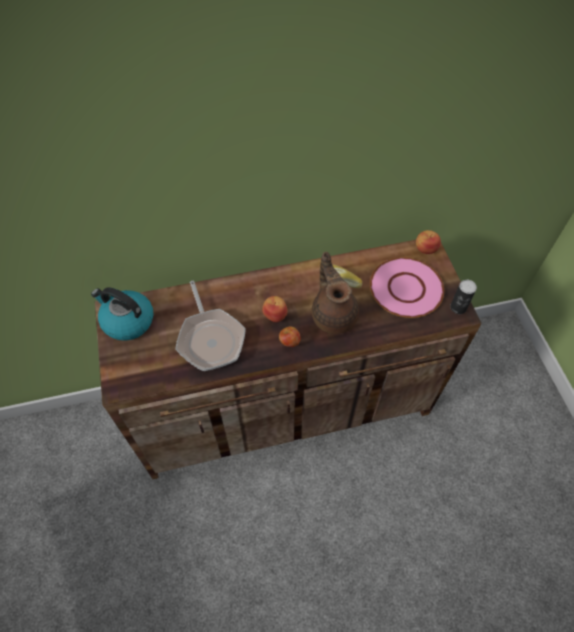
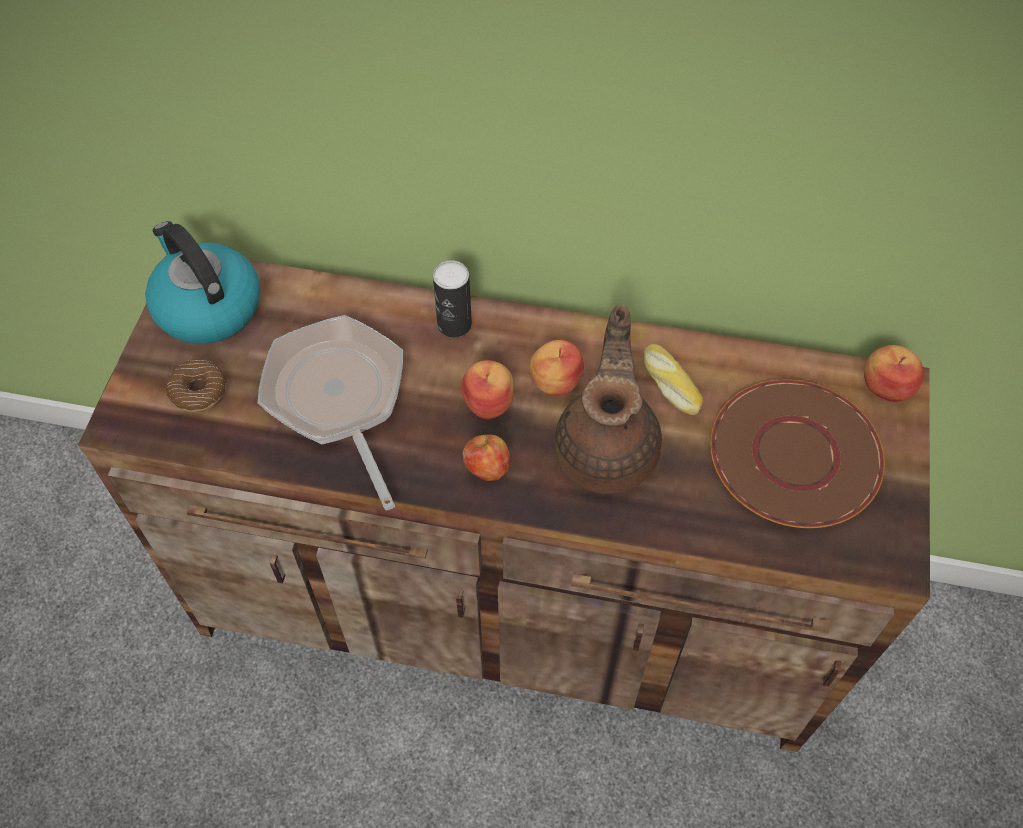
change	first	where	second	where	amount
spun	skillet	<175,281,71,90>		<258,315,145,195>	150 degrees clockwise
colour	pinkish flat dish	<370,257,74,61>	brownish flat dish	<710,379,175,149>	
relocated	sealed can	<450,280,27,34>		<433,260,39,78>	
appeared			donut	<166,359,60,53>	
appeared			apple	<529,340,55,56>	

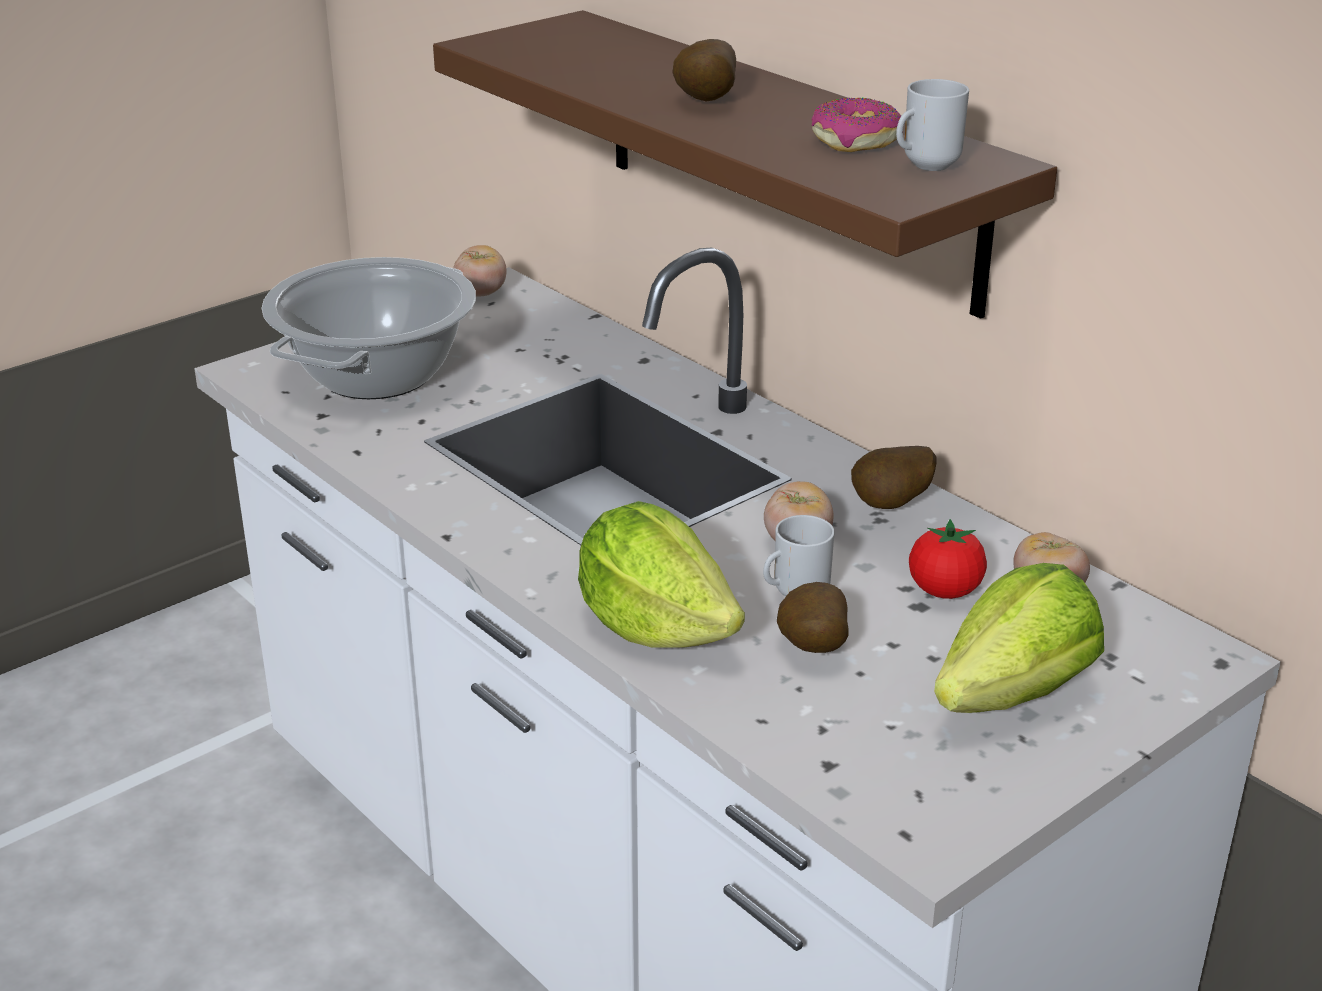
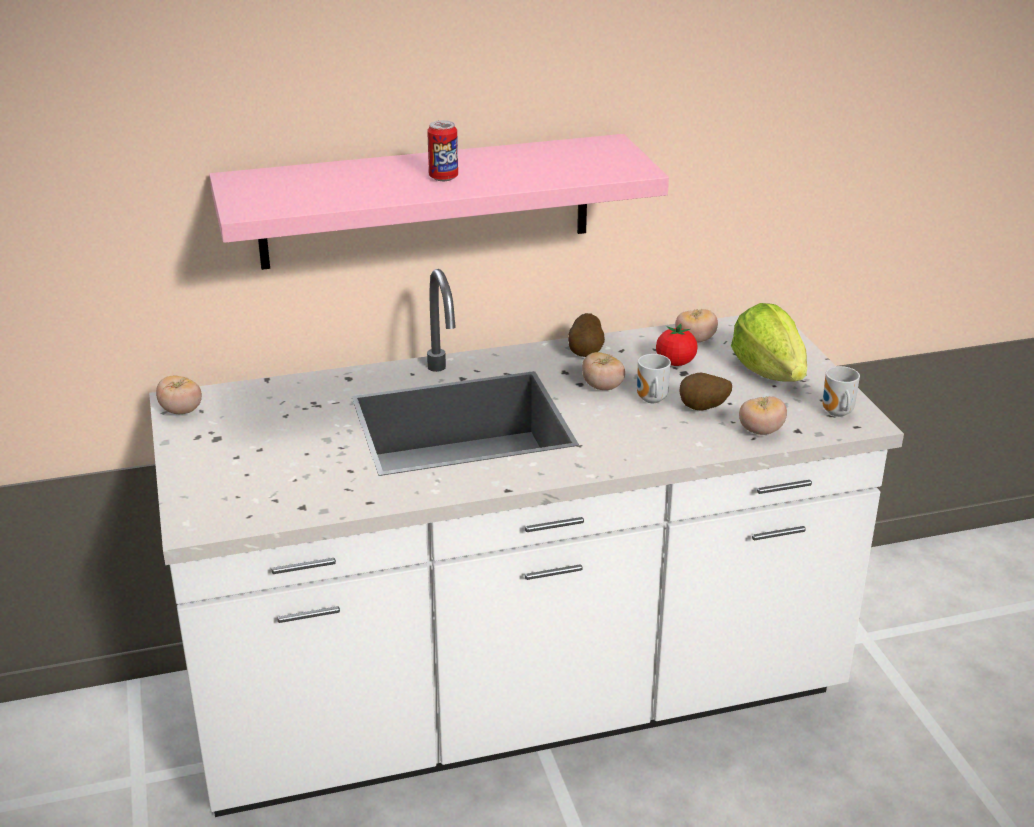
change	first	where	second	where	amount
missing	cooking pot	<262,257,214,142>			
colour	brownish wall shelf	<433,10,624,309>	pinkish wall shelf	<209,134,460,136>	
missing	lettuce head	<578,501,167,147>			
exchanged	potato	<672,39,64,63>	sealed can	<427,120,31,61>	
missing	donut	<812,98,89,54>			
relocated	coffee mug	<896,79,73,92>		<822,366,38,51>	
appeared			whole tomato	<739,396,48,39>	

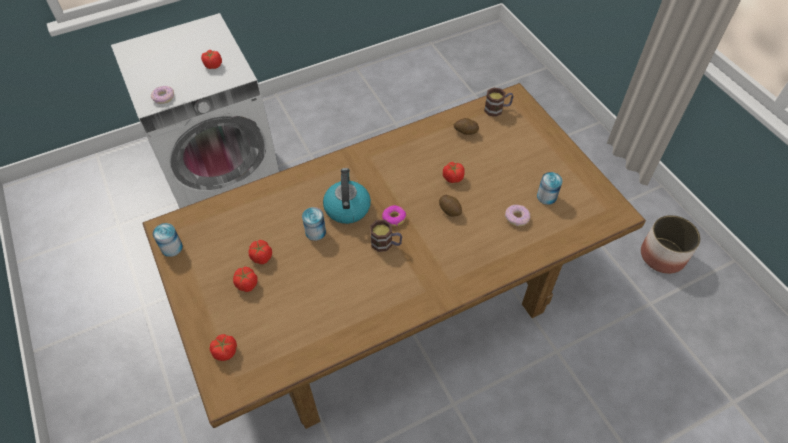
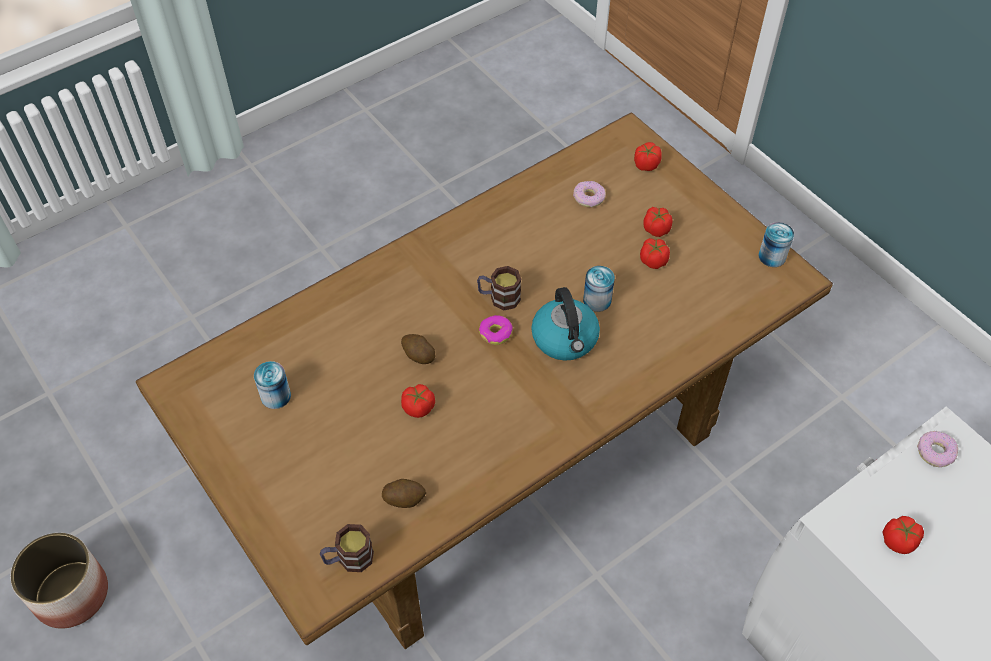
change	first	where	second	where	amount
relocated	donut	<505,205,26,21>		<573,181,33,26>	

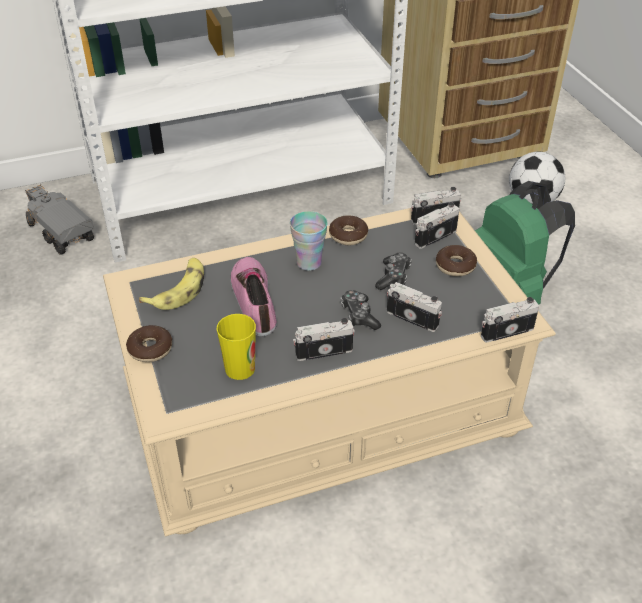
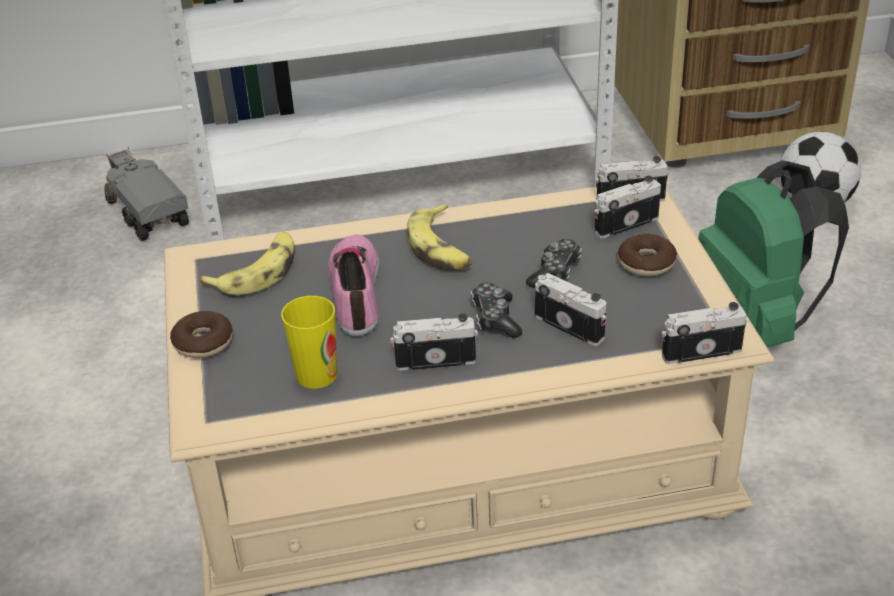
change	first	where	second	where	amount
exchanged	cup	<290,211,38,60>	banana	<407,204,65,66>	
missing	donut	<329,215,39,30>			

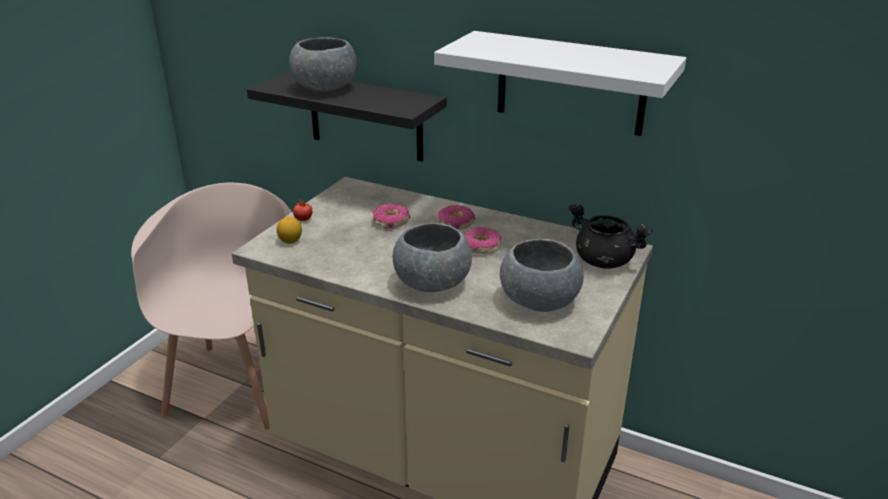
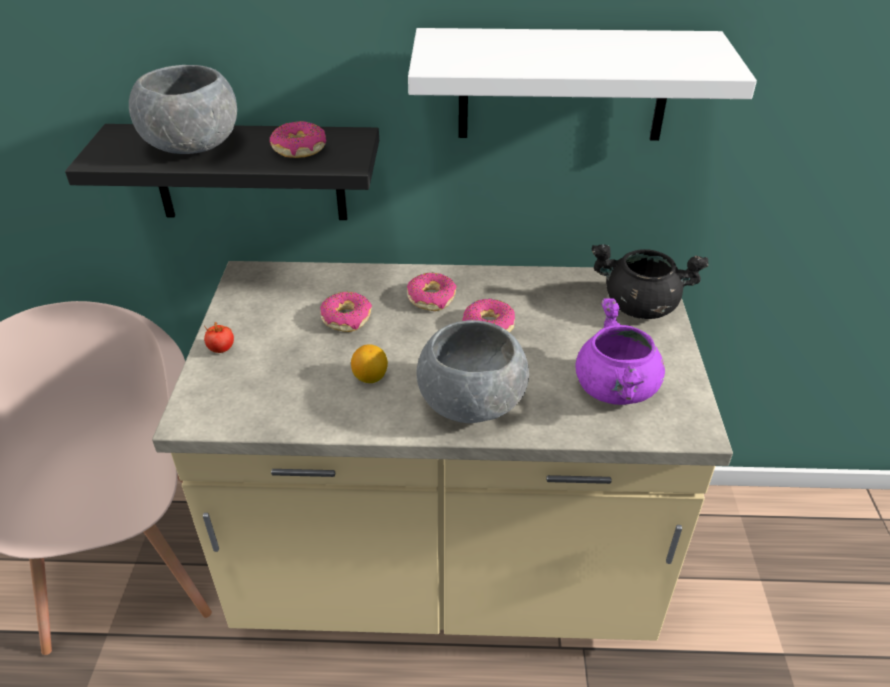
change	first	where	second	where	amount
relocated	lemon	<277,217,25,27>		<351,345,37,38>	
exchanged	greyish deep dish	<500,239,84,73>	purple-coloured cooking pot	<575,298,90,107>	
appeared			donut	<270,121,56,37>	

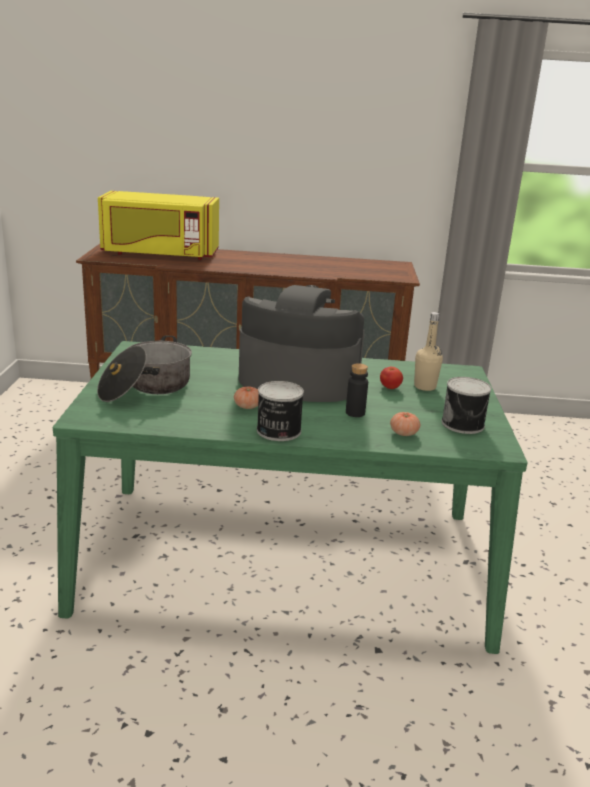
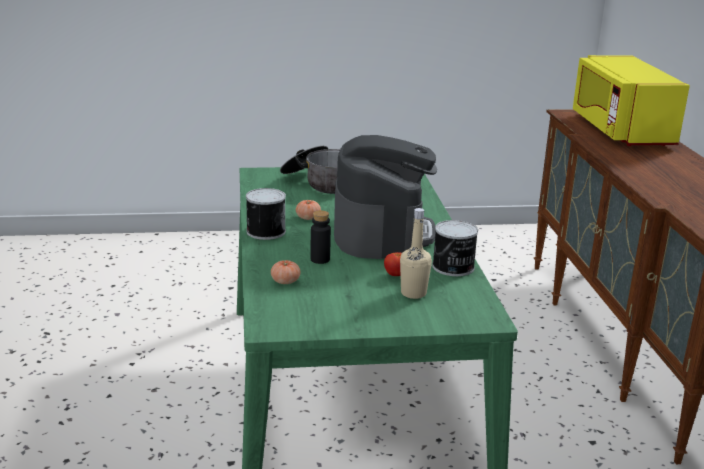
change	first	where	second	where	amount
relocated	sealed can	<441,377,50,57>		<432,220,46,56>	

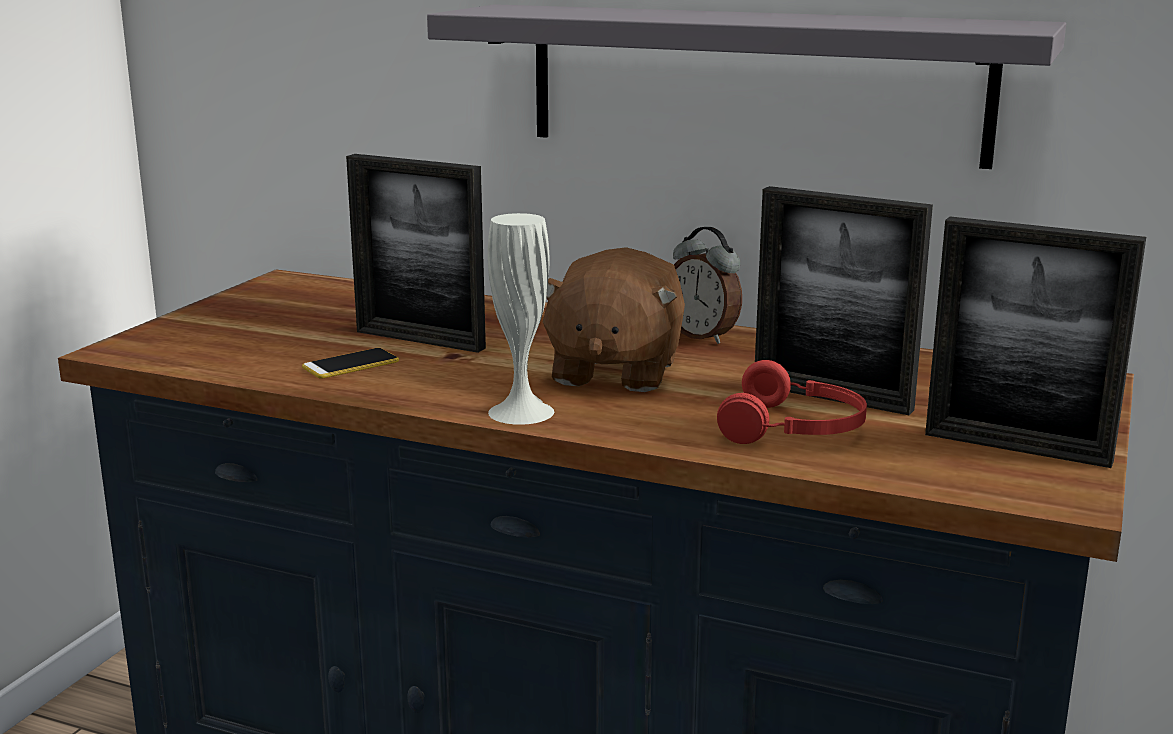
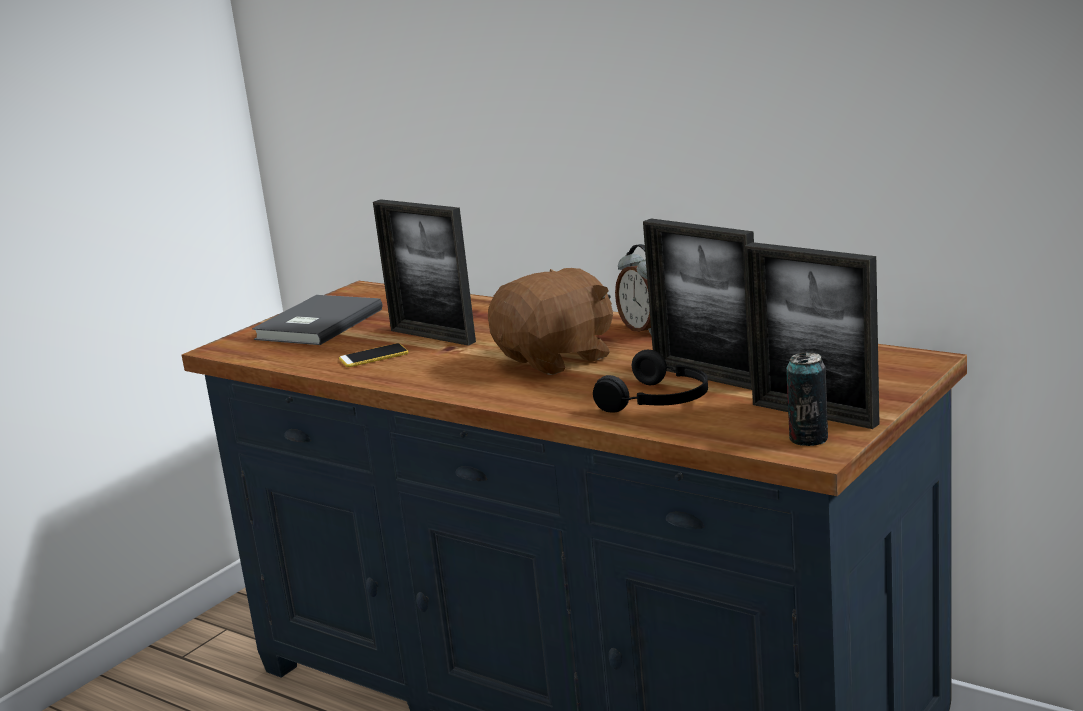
change	first	where	second	where	amount
missing	greyish wall shelf	<427,4,639,165>			
missing	whitish vase	<488,213,66,212>			
spun	brownish cuddly toy	<543,247,142,145>		<488,268,125,107>	150 degrees counterclockwise
colour	reddish headphones	<717,360,150,84>	black headphones	<593,350,115,63>	
appeared			greyish book	<252,295,130,50>	
appeared			sealed can	<786,352,42,94>	

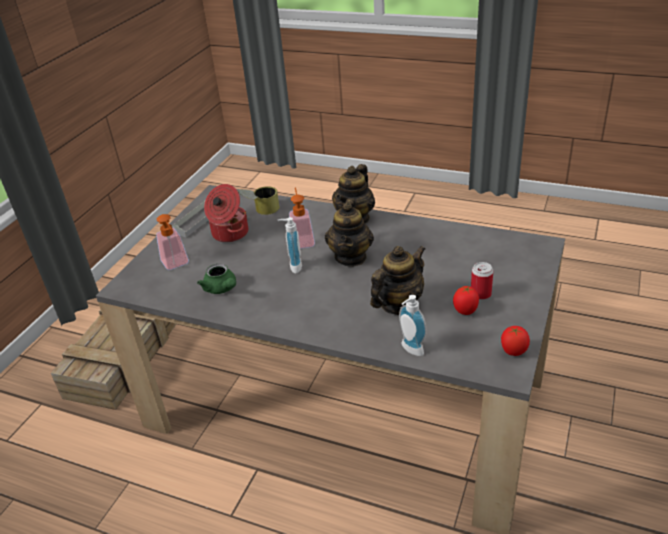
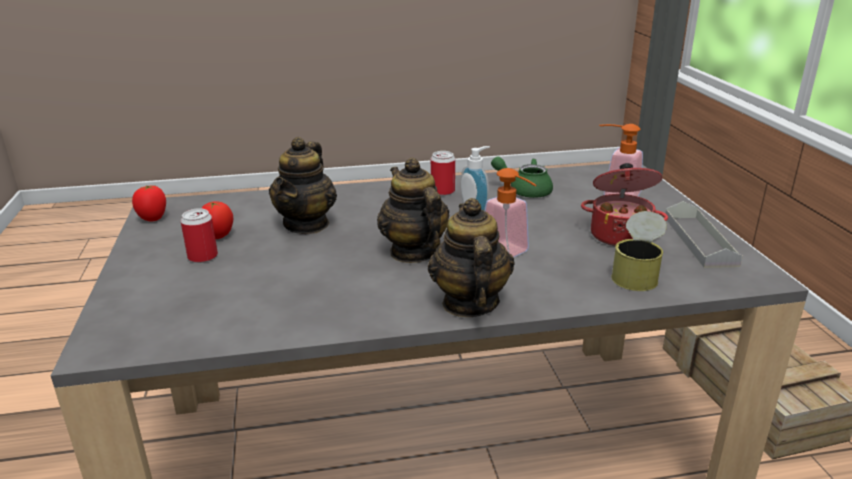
change	first	where	second	where	amount
missing	liquid soap bottle	<399,295,28,61>			
appeared			sealed can	<431,151,24,45>	

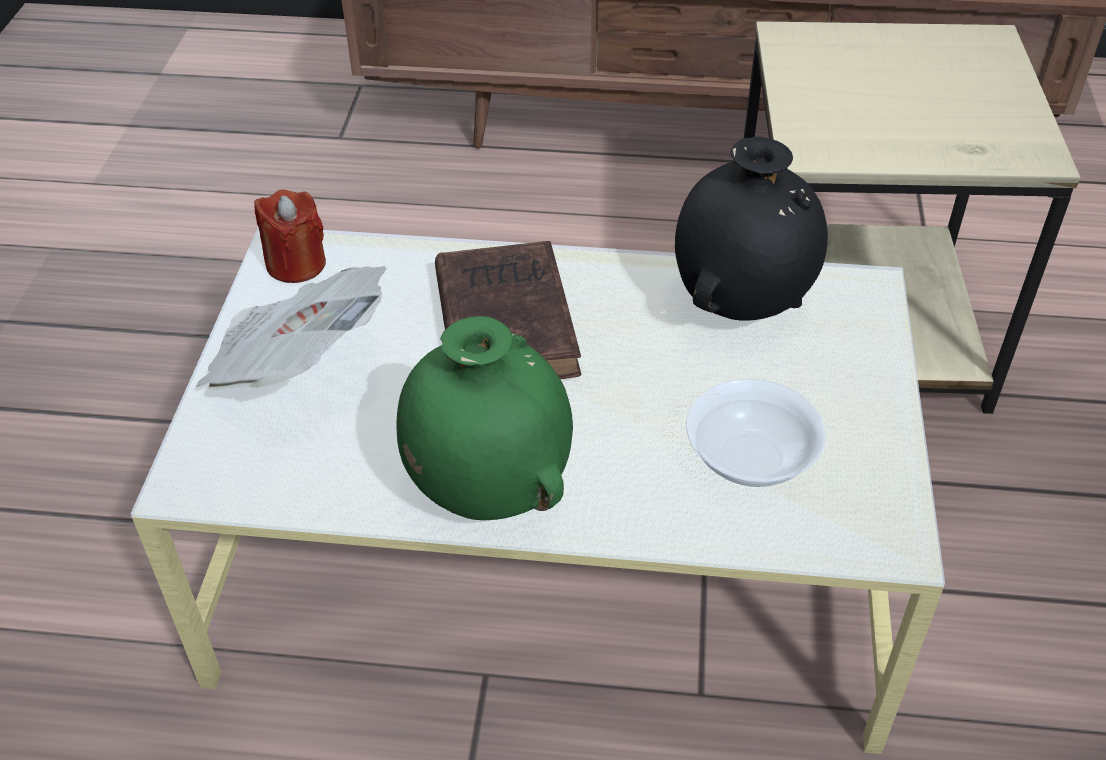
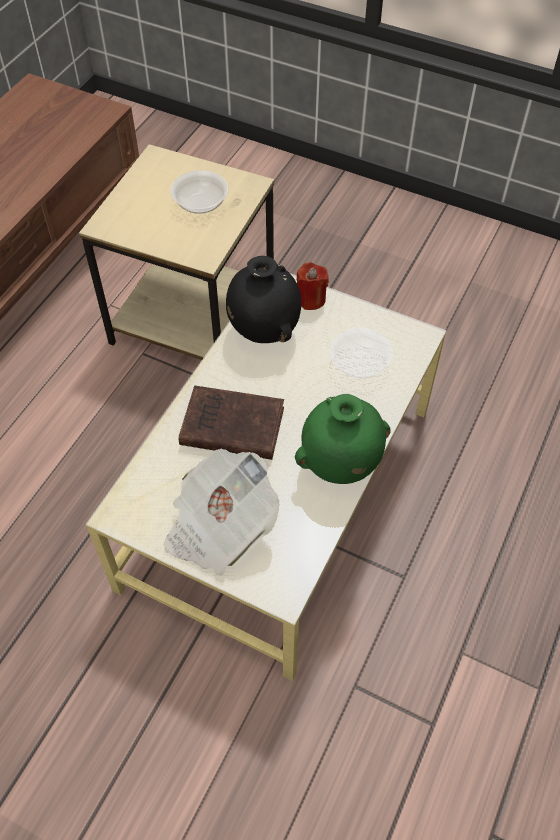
change	first	where	second	where	amount
relocated	reddish wax light	<254,189,72,94>		<296,262,33,48>	
appeared			deep dish	<170,170,58,44>	

